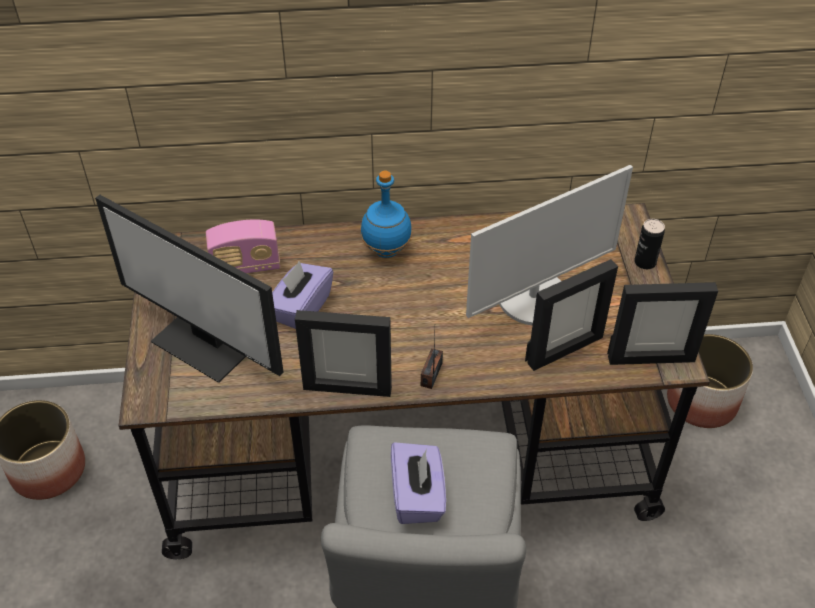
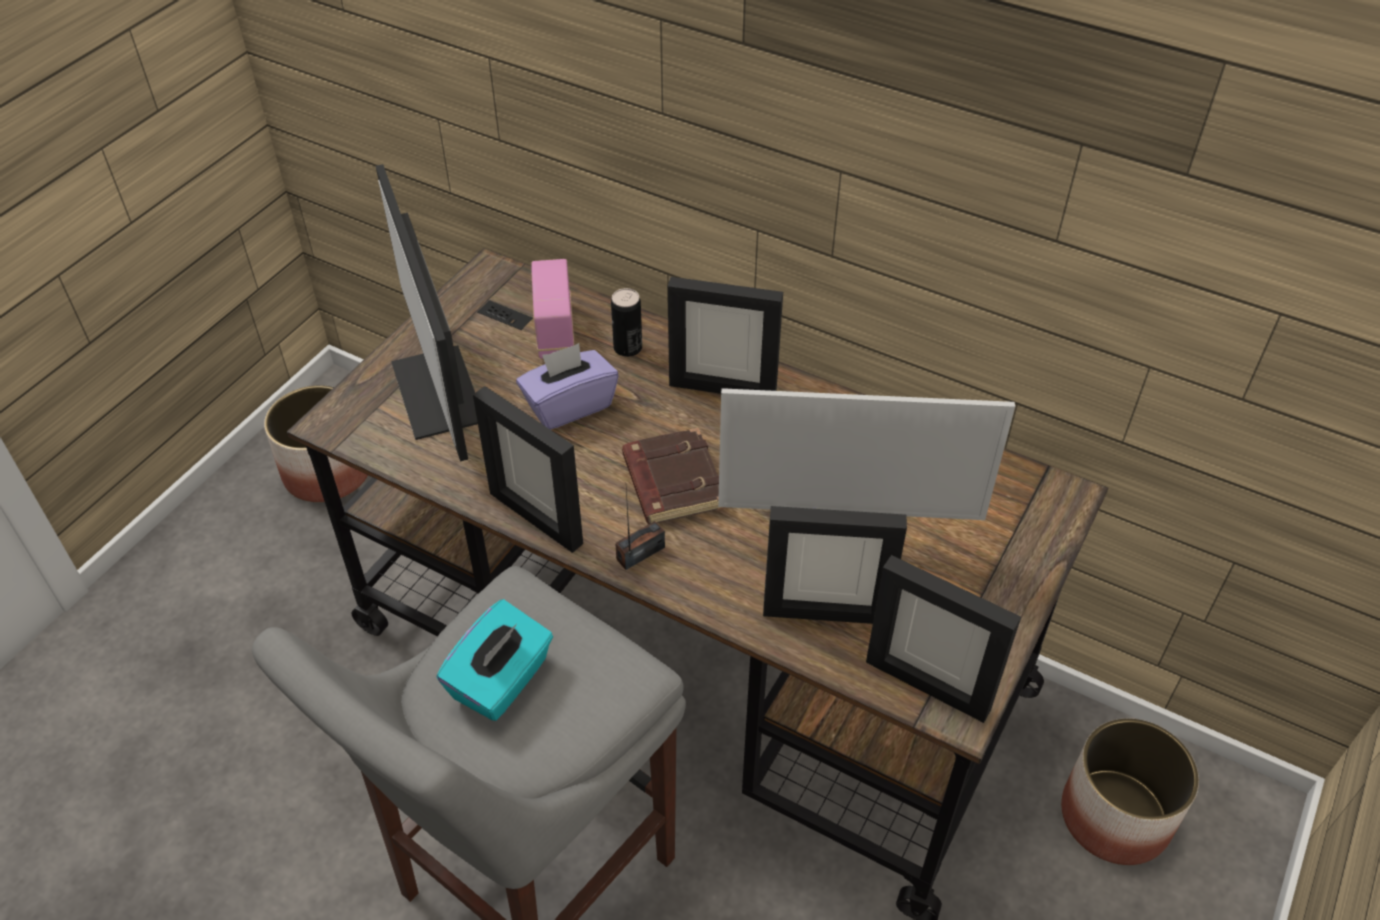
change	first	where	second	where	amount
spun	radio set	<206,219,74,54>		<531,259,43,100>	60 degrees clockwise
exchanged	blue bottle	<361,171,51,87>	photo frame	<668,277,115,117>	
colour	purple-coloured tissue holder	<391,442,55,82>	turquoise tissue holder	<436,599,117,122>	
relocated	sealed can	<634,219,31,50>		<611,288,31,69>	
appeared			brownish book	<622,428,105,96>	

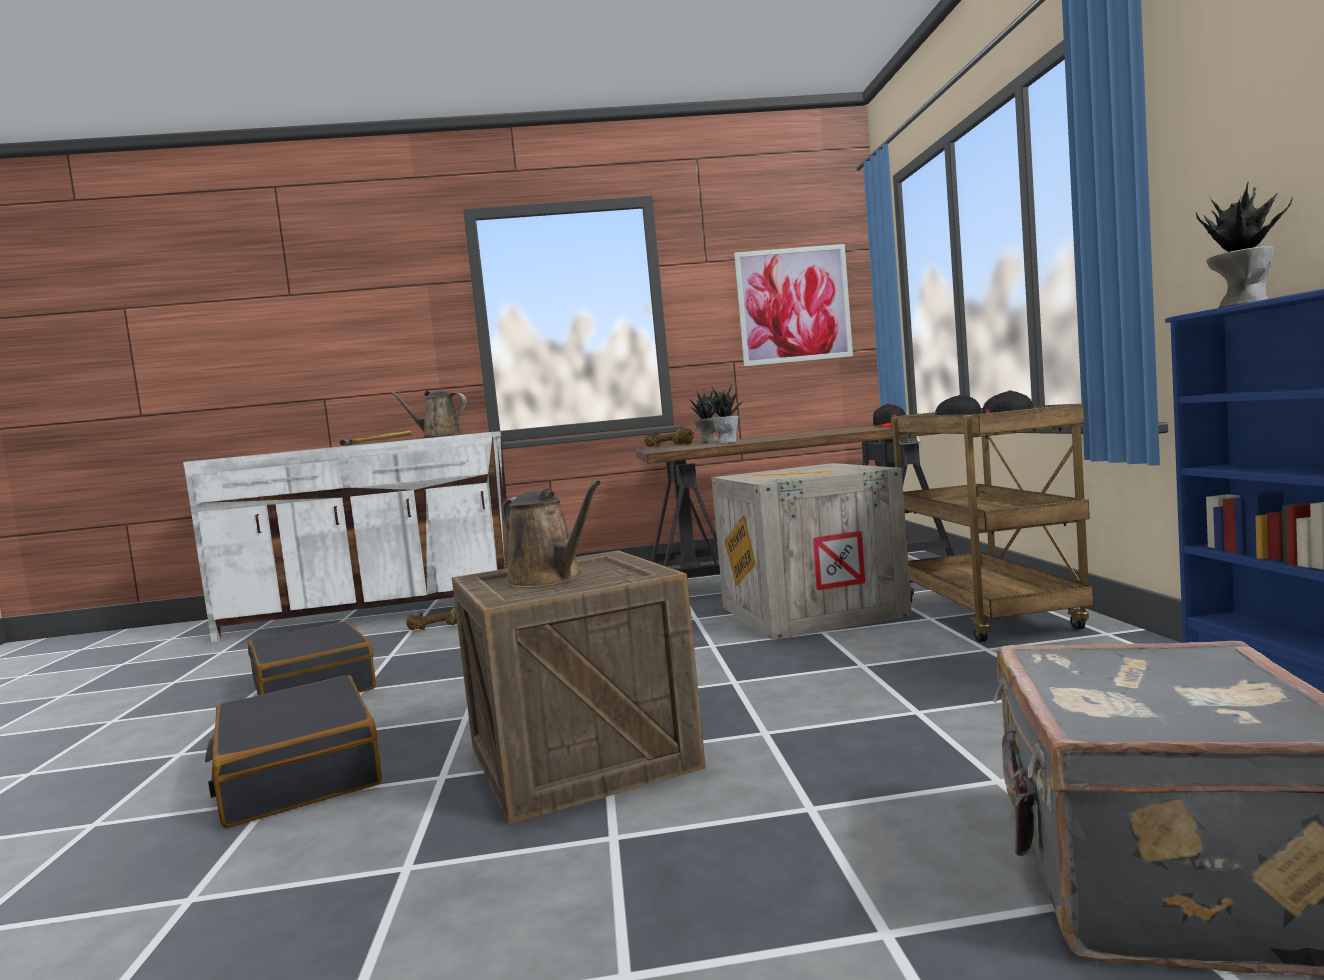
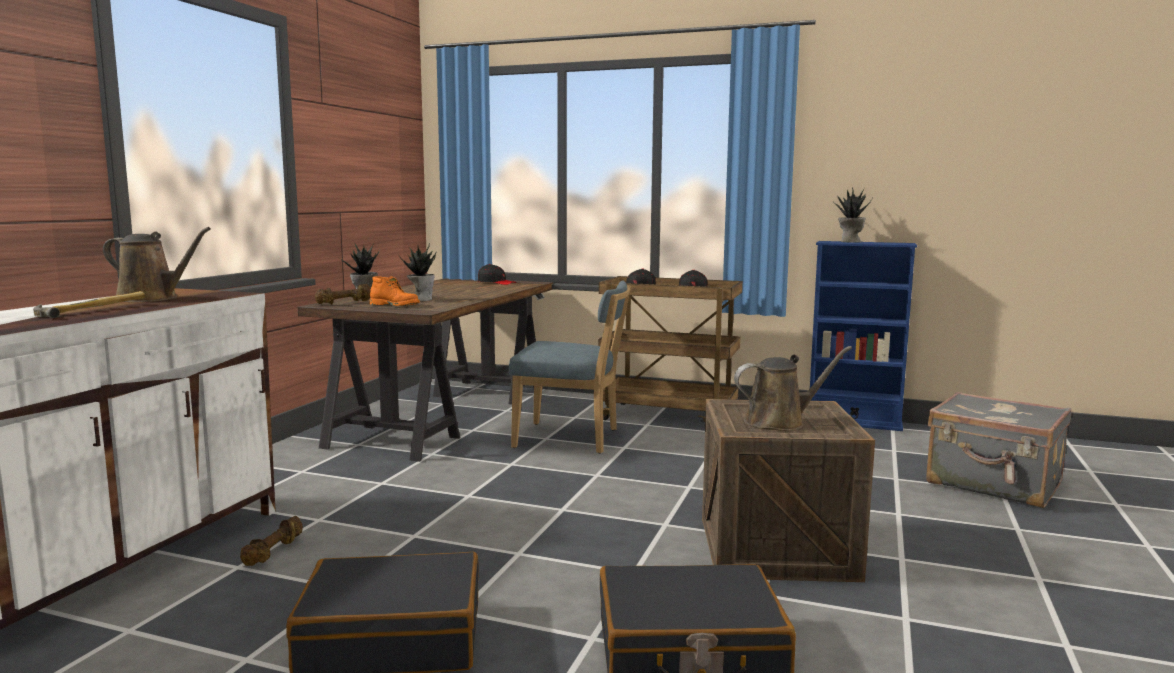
change	first	where	second	where	amount
spun	brownish watering pot	<390,391,77,47>		<103,227,108,75>	120 degrees counterclockwise
exchanged	packing crate	<711,463,201,177>	blue plain chair	<509,281,122,173>	
missing	wall art	<734,244,119,122>			
appeared			orange-coloured boot	<370,276,50,30>	

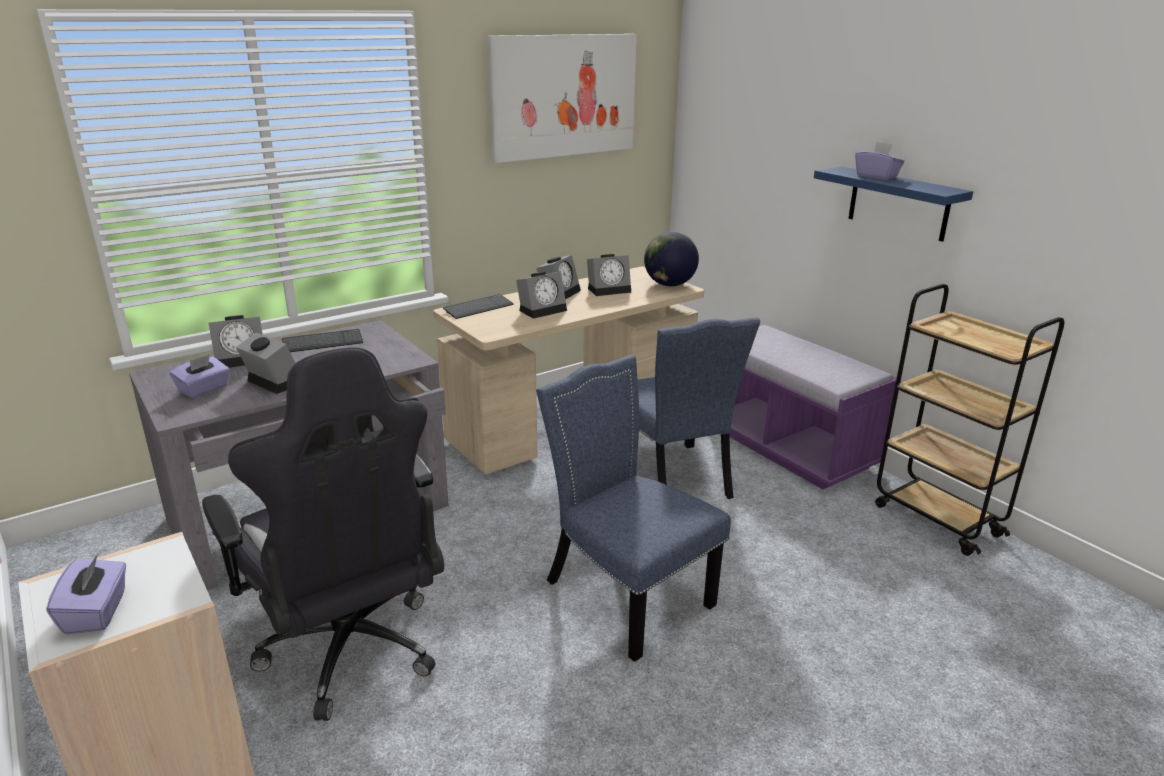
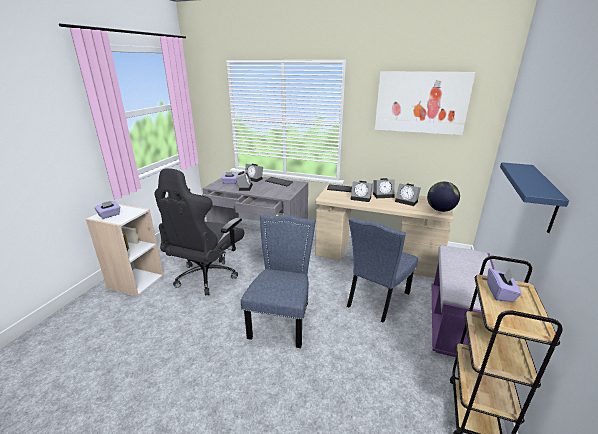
change	first	where	second	where	amount
relocated	purple-coloured tissue holder	<855,142,49,38>		<487,268,34,34>	

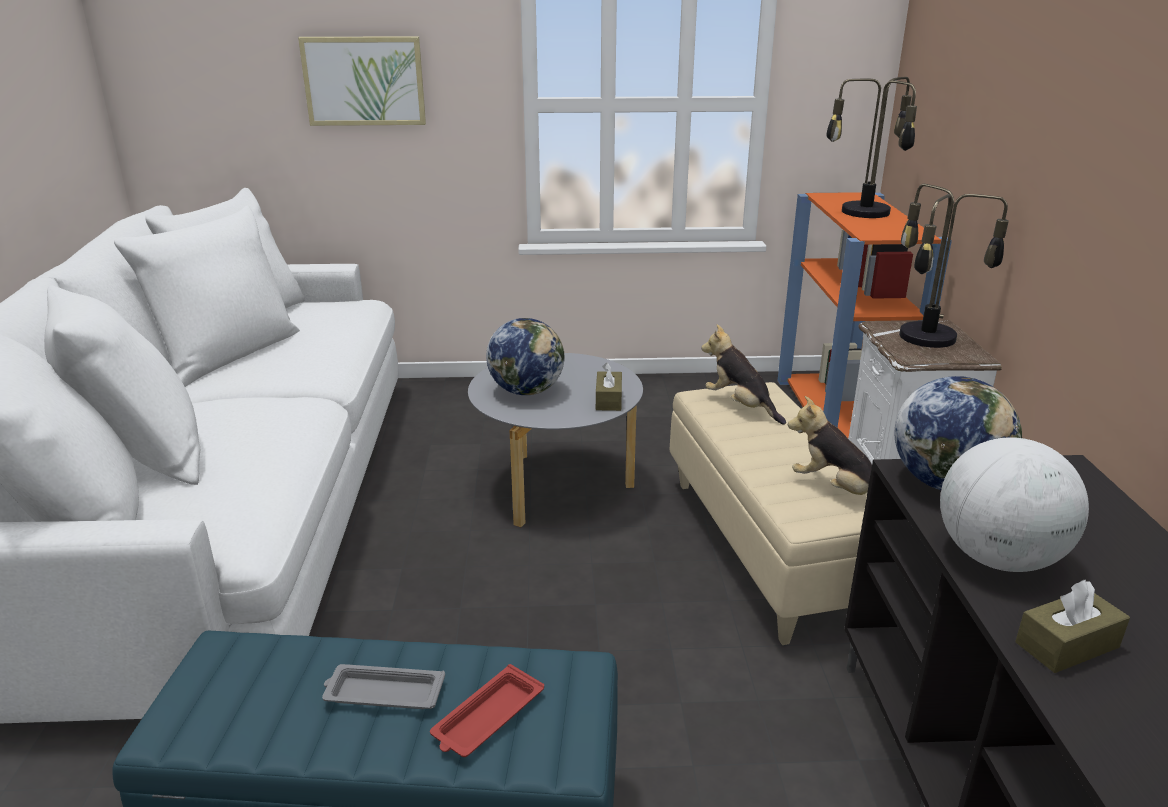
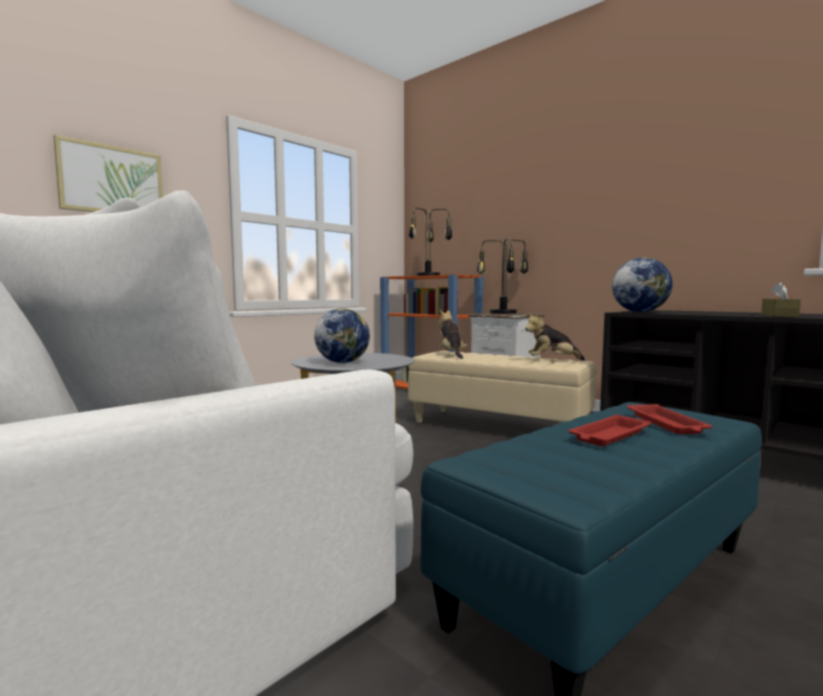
change	first	where	second	where	amount
colour	greyish tray	<322,664,123,45>	reddish tray	<568,414,83,32>	
missing	brownish tissue holder	<596,363,26,48>			
spun	cuddly toy	<701,324,85,101>		<439,310,29,49>	75 degrees clockwise
missing	world globe	<940,437,149,135>			

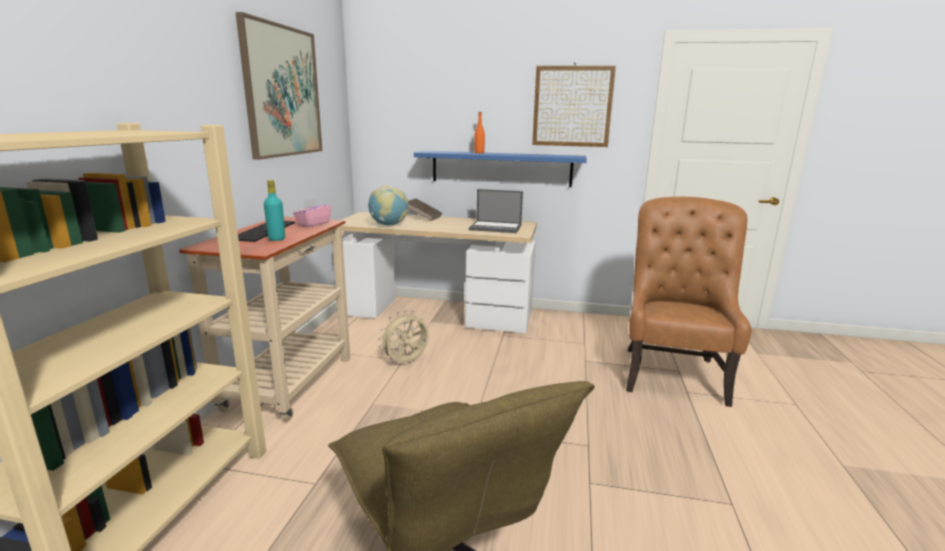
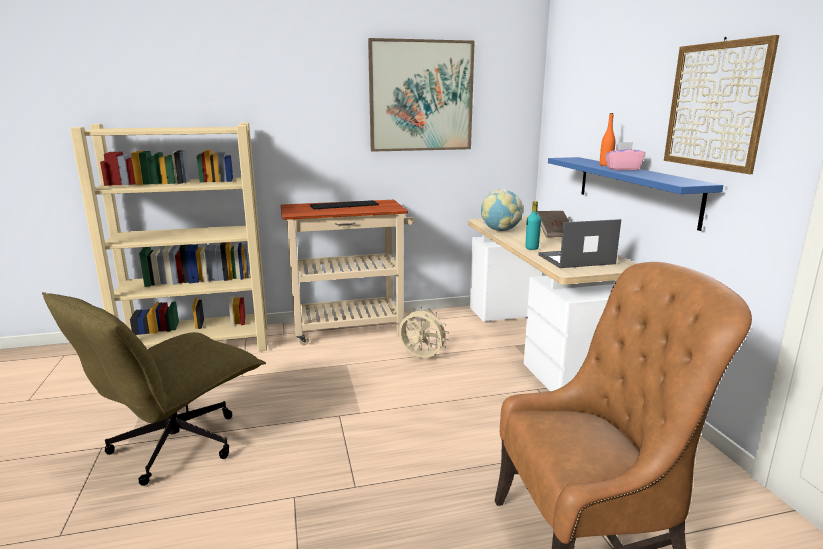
change	first	where	second	where	amount
relocated	turquoise bottle	<264,180,21,61>		<525,201,16,49>	
relocated	pinkish tissue holder	<293,198,38,29>		<605,142,40,28>	
spun	portable computer	<469,189,54,44>		<538,219,83,49>	90 degrees clockwise

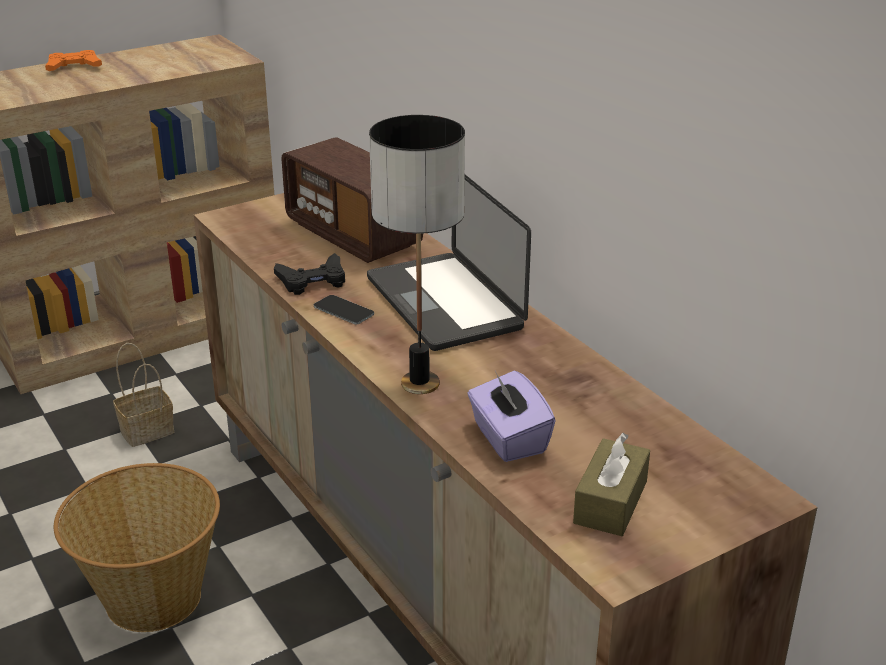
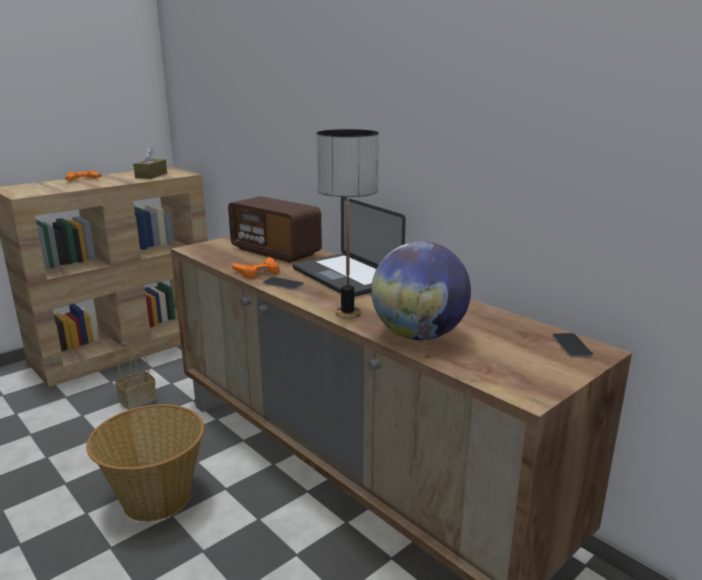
change	first	where	second	where	amount
colour	black game controller	<274,253,71,42>	orange-coloured game controller	<232,257,47,22>	
exchanged	purple-coloured tissue holder	<467,371,89,91>	world globe	<371,241,100,99>	
relocated	brownish tissue holder	<573,433,77,103>		<133,147,34,32>	
appeared			telephone	<553,333,40,24>	

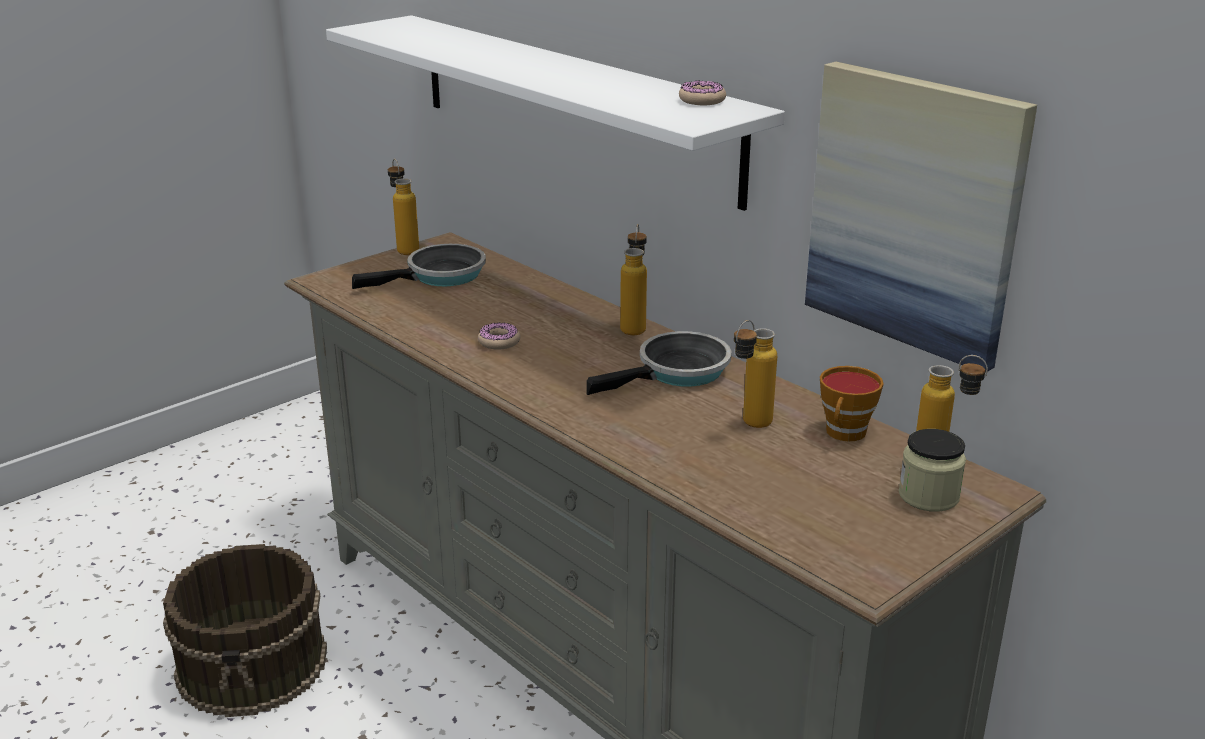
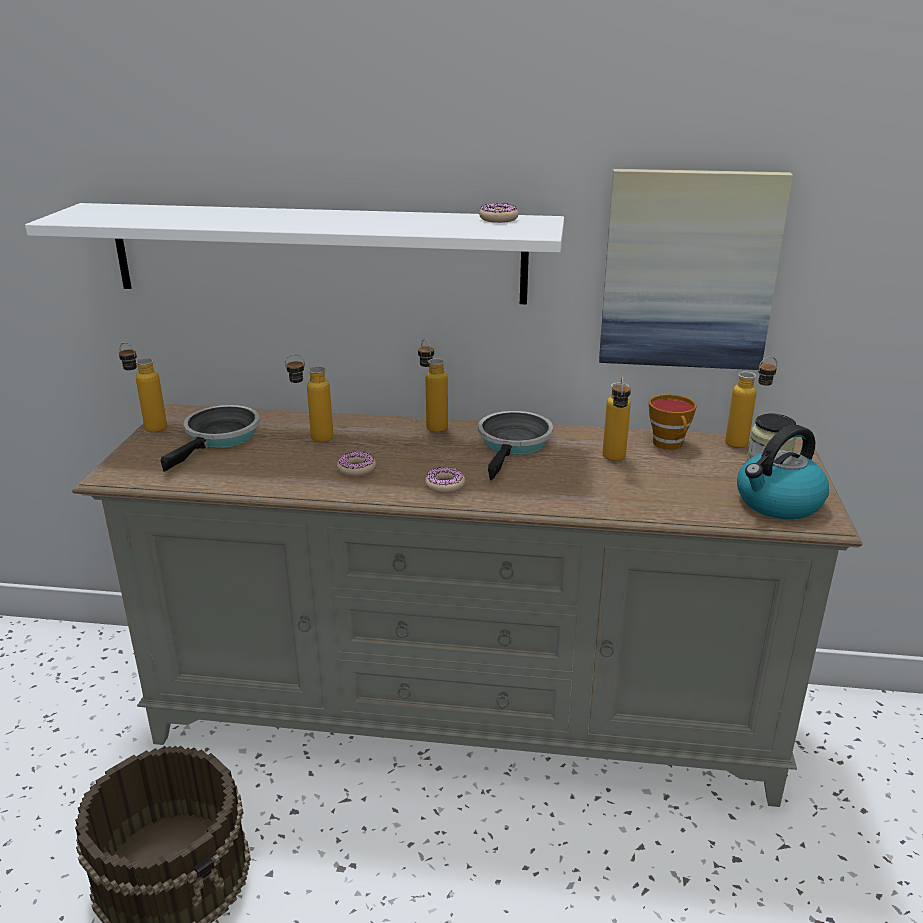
change	first	where	second	where	amount
appeared			bottle	<285,354,48,88>	
appeared			donut	<425,467,40,26>	
appeared			tea kettle	<737,425,92,94>	

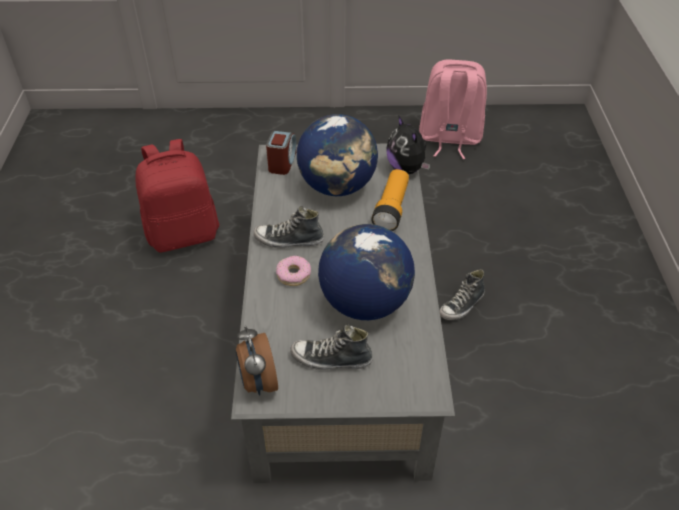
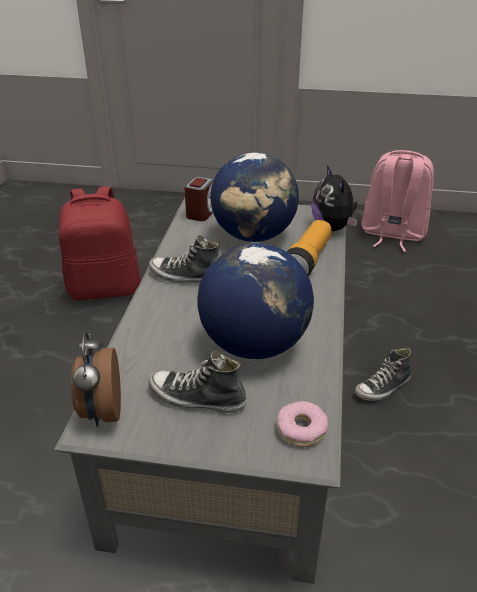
change	first	where	second	where	amount
relocated	donut	<276,256,35,30>		<277,401,51,46>	

